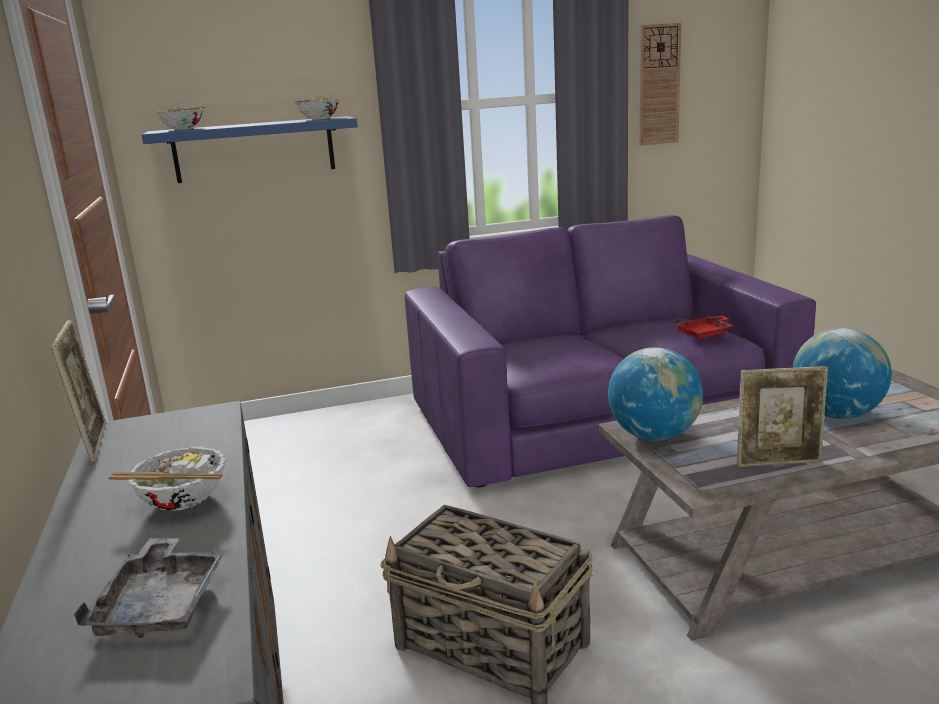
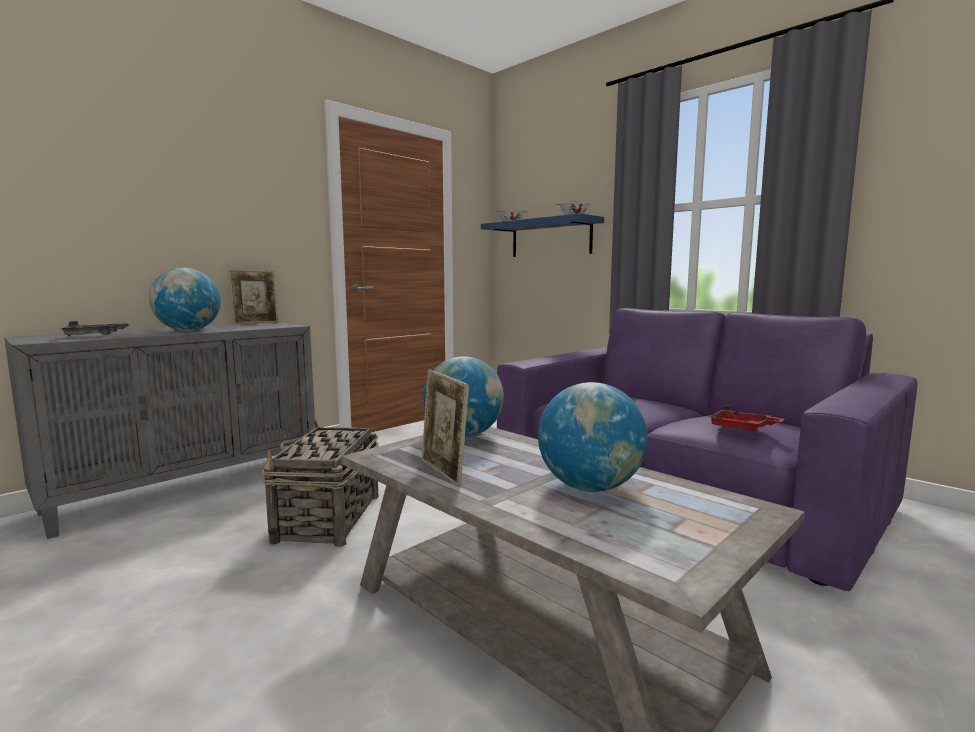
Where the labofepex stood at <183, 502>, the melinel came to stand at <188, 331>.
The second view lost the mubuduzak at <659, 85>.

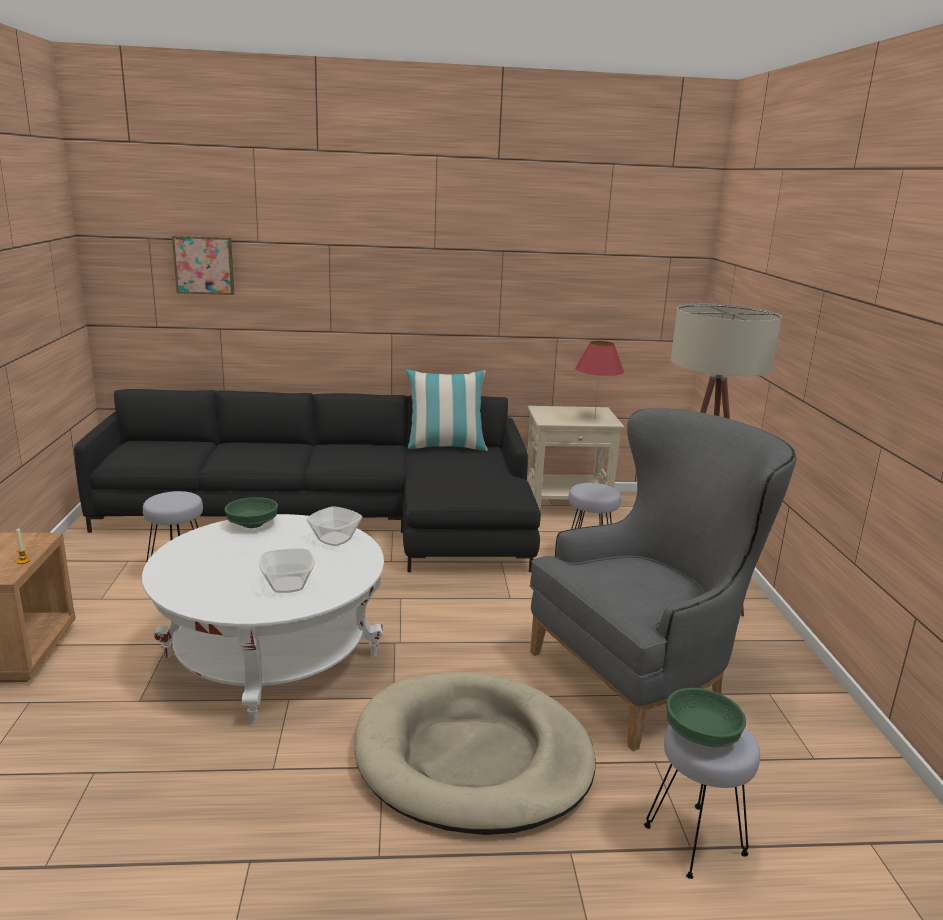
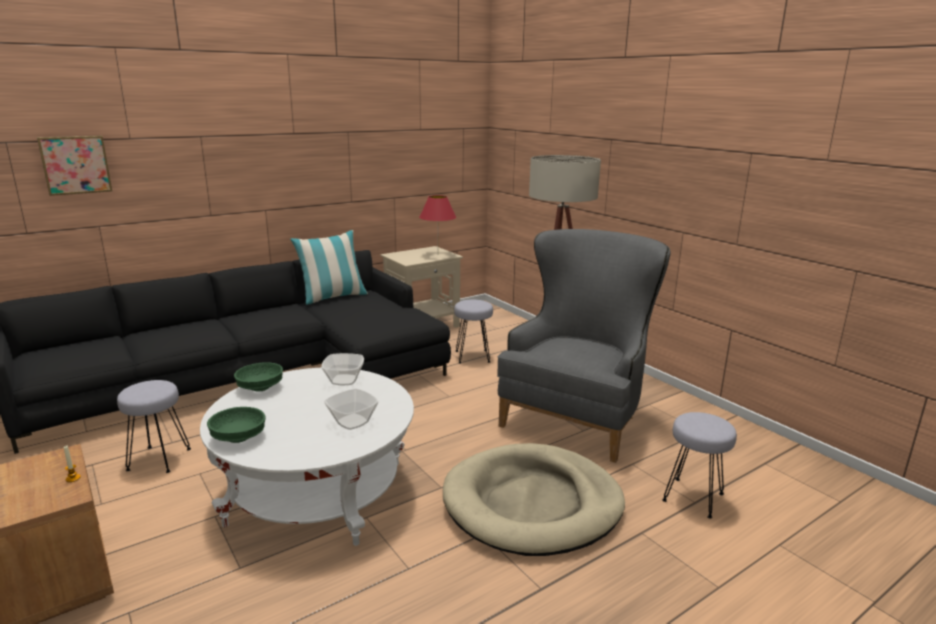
The green_labofepex ended up elsewhere, having gone from <701, 736> to <238, 438>.

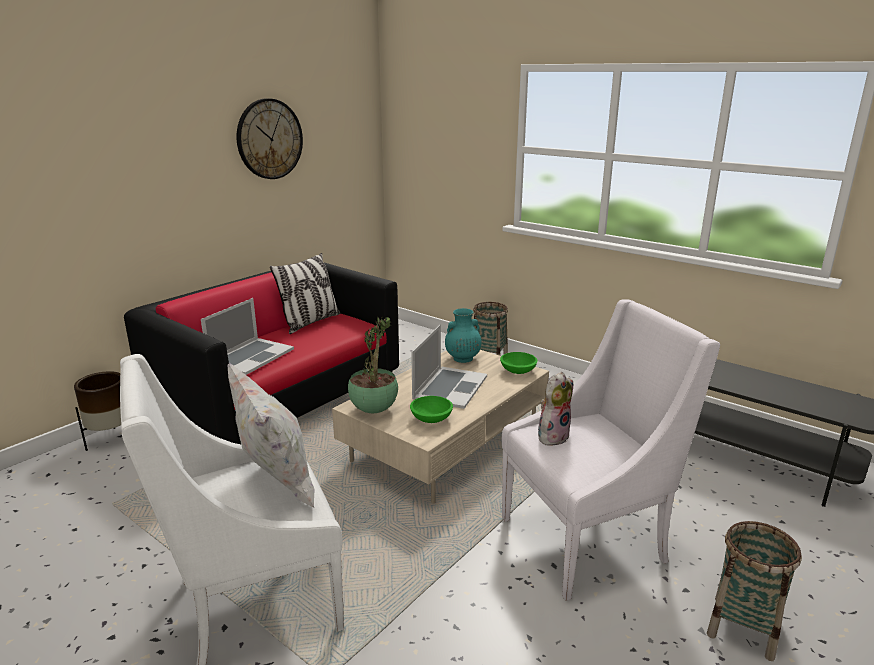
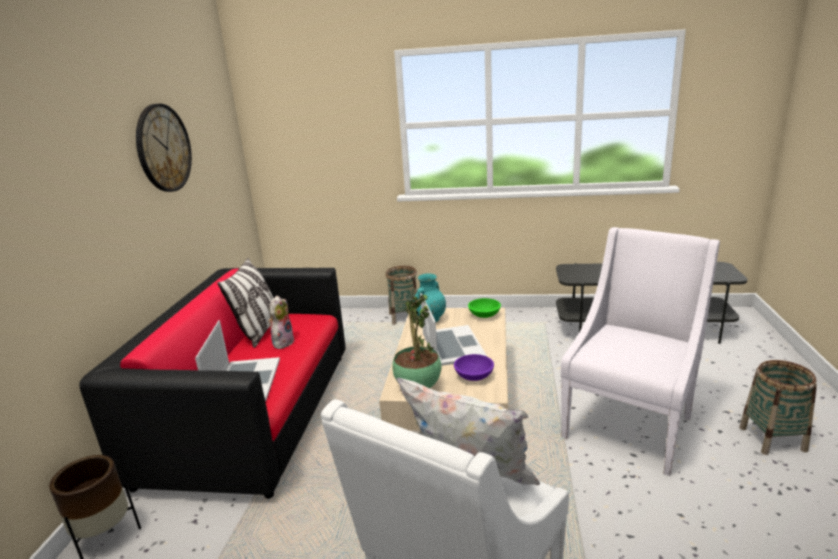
What was the green_labofepex at <431, 418> turned into the purple_labofepex at <474, 376>.
The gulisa ended up elsewhere, having gone from <552, 436> to <282, 342>.

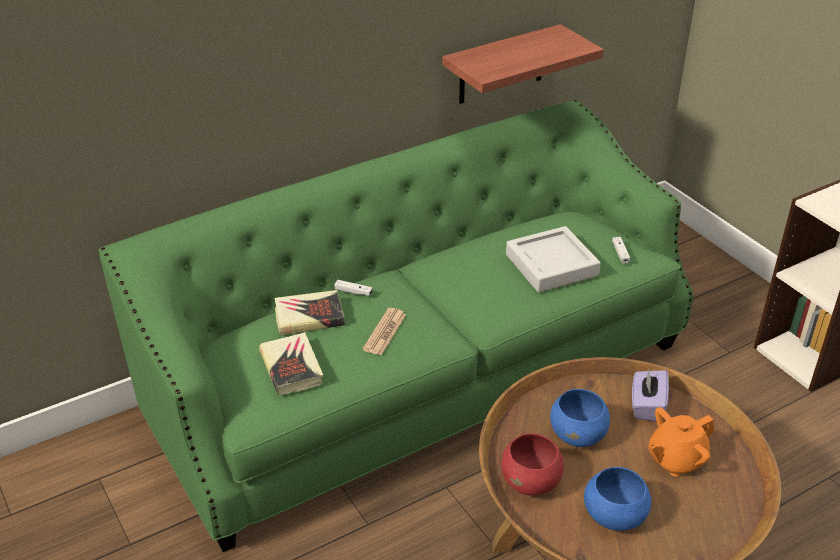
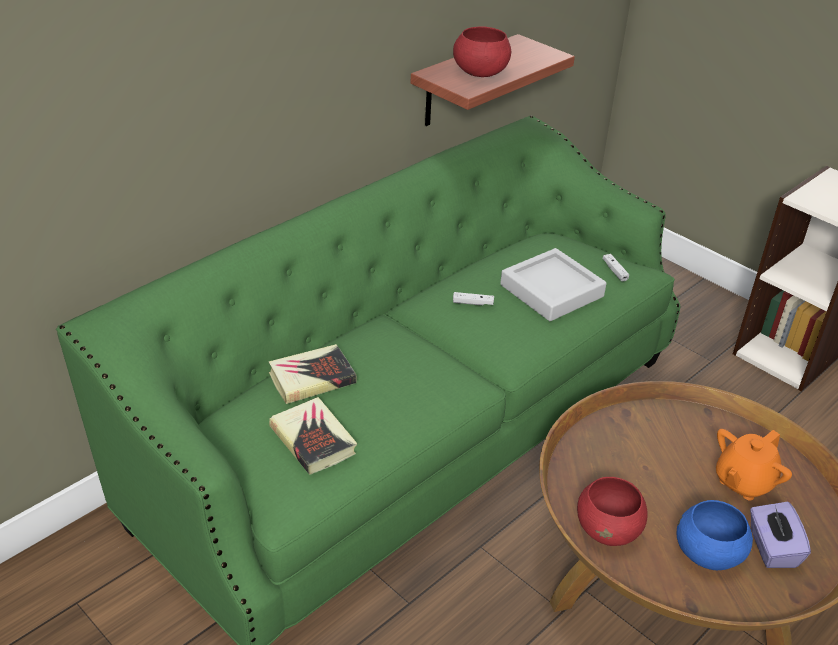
The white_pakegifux ended up elsewhere, having gone from <353, 292> to <473, 303>.
The second view lost the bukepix at <384, 332>.
The second view lost the blue_labofepex at <578, 435>.
The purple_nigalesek ended up elsewhere, having gone from <647, 406> to <771, 548>.
The second view gained the red_labofepex at <480, 73>.

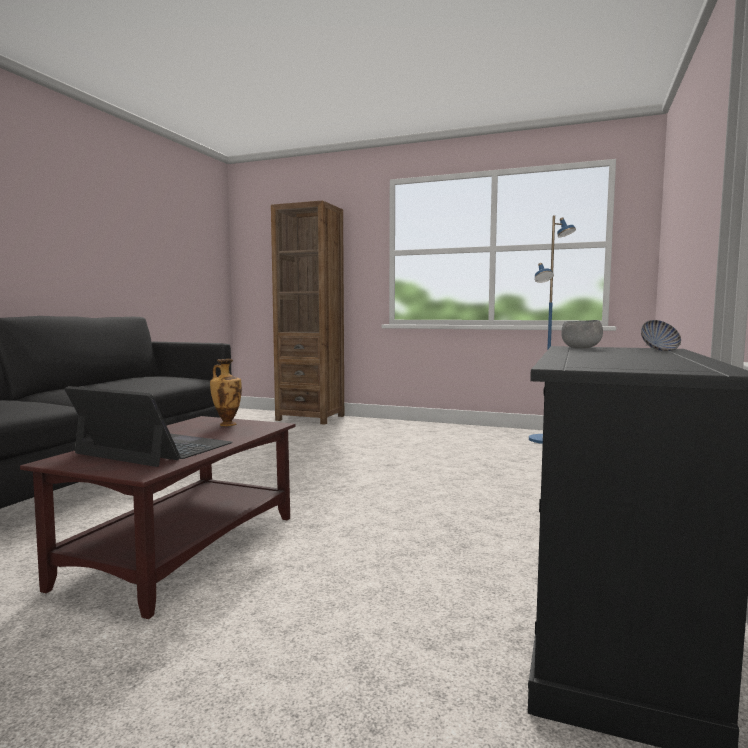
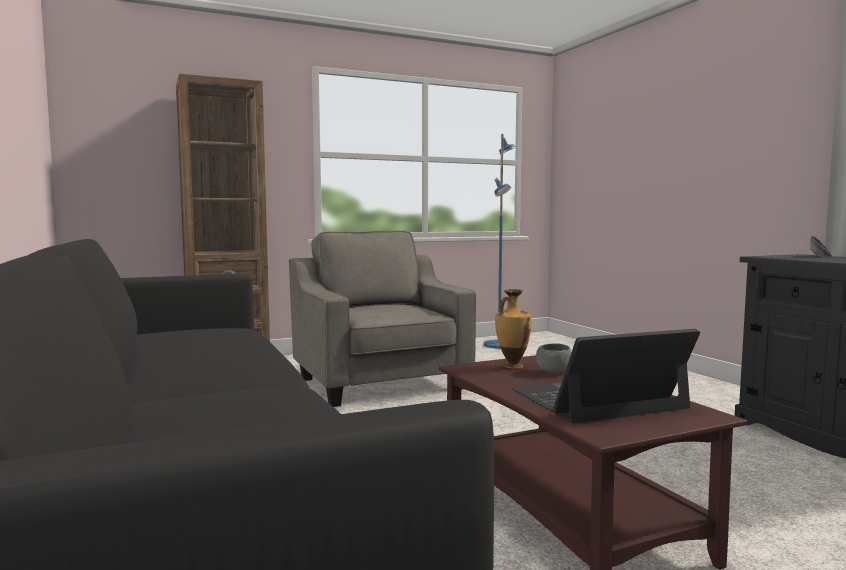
The grey_labofepex ended up elsewhere, having gone from <580, 348> to <553, 372>.
The second view gained the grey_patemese at <381, 383>.

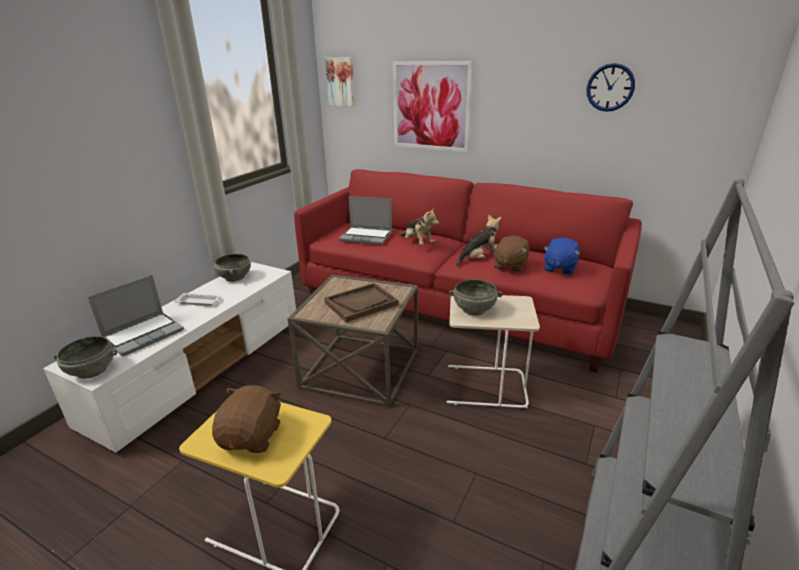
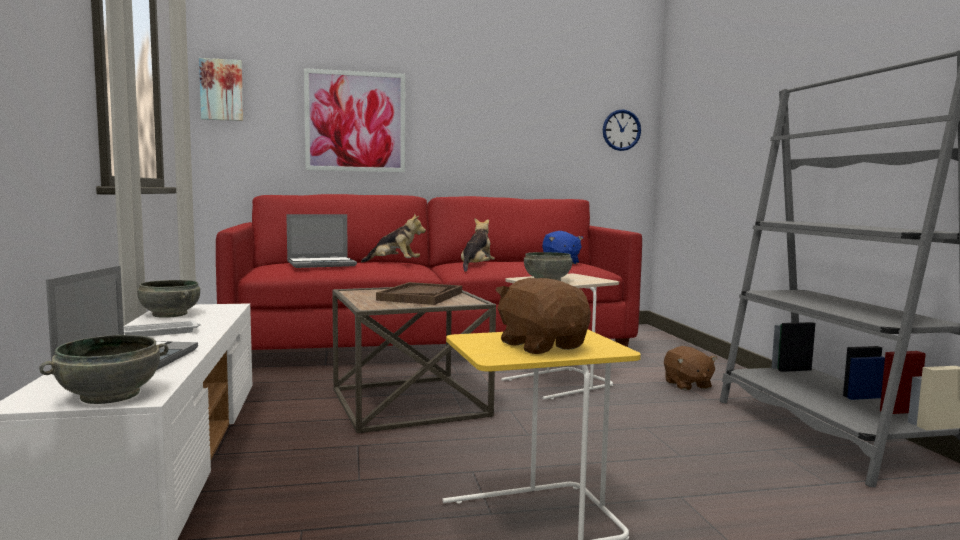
The brown_gulisa ended up elsewhere, having gone from <510, 266> to <687, 385>.
The mubuduzak ended up elsewhere, having gone from <610, 87> to <621, 130>.

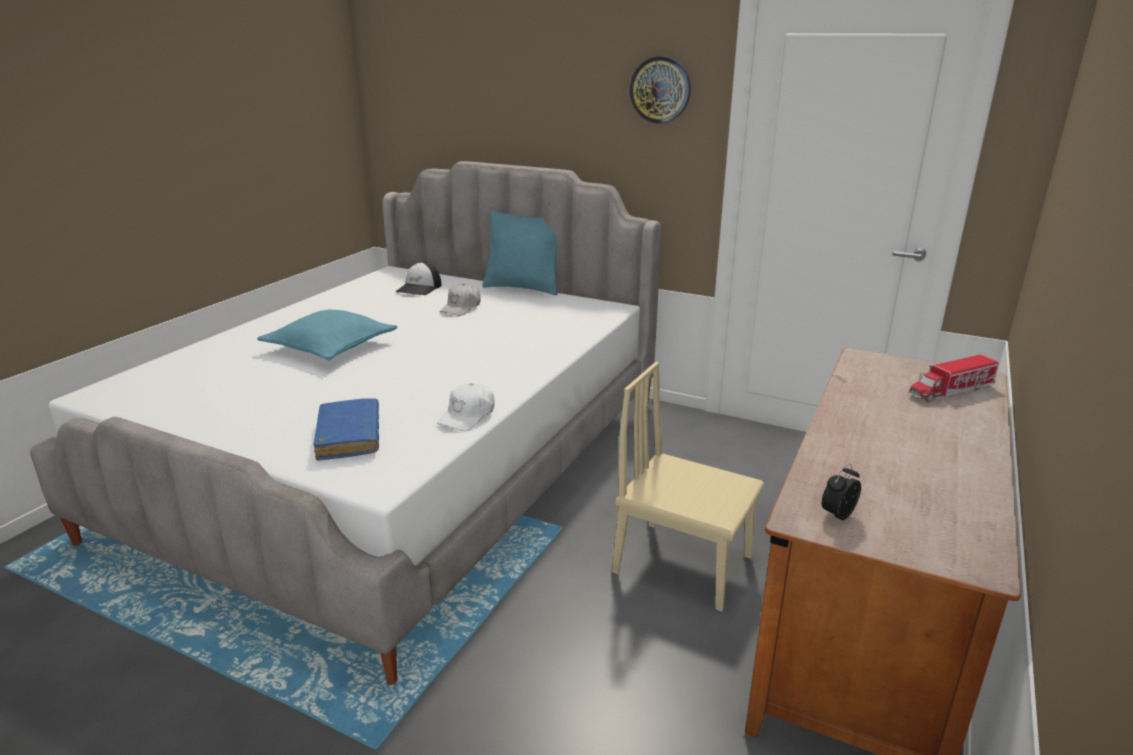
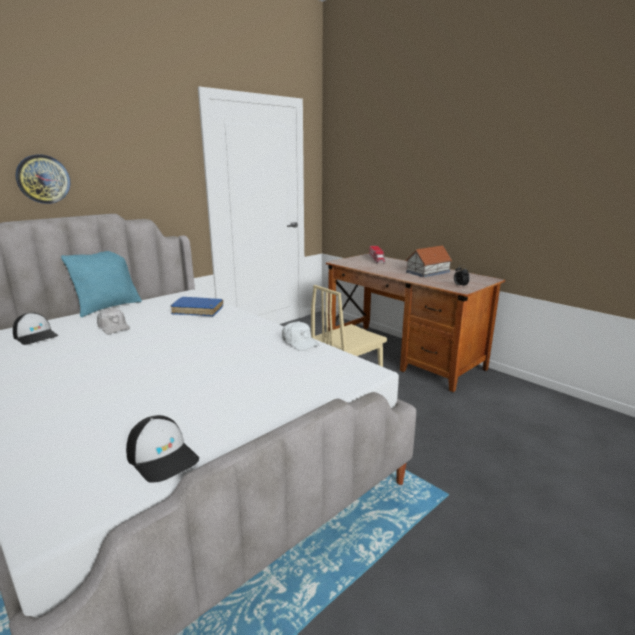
The second view lost the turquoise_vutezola at <330, 347>.
The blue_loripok ended up elsewhere, having gone from <349, 437> to <198, 311>.
The mubuduzak ended up elsewhere, having gone from <660, 90> to <43, 179>.
The second view gained the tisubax at <163, 457>.
The second view gained the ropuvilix at <428, 272>.

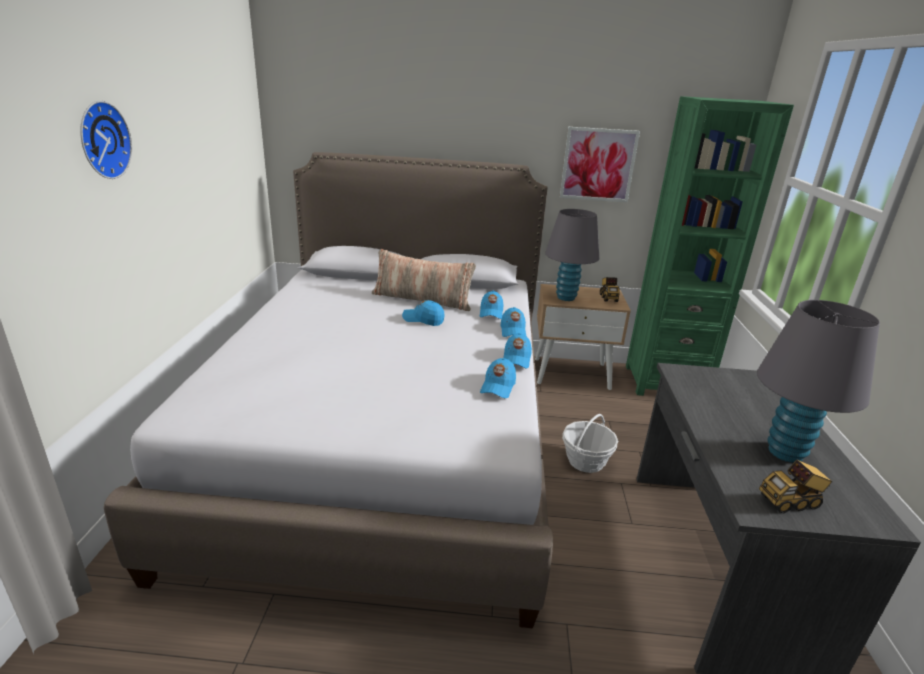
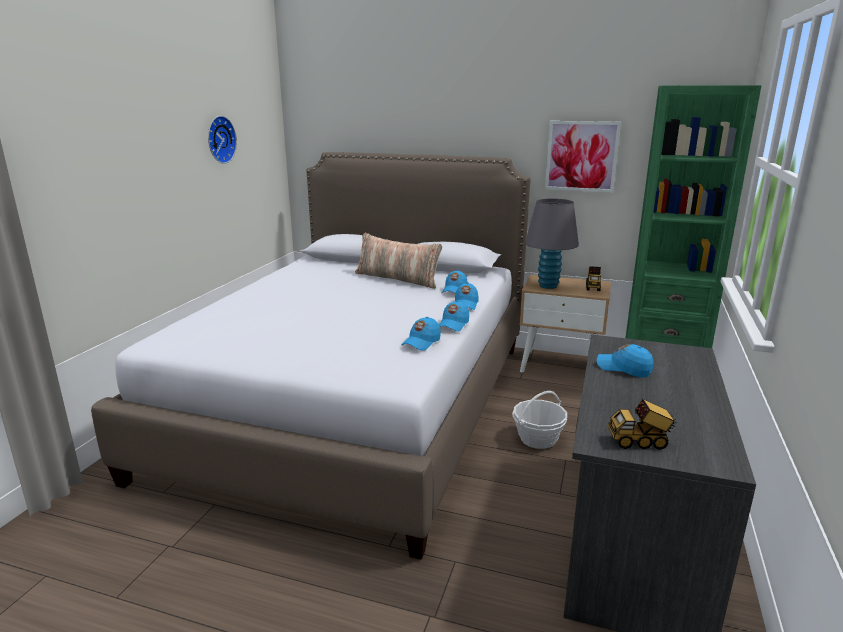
The mubuduzak ended up elsewhere, having gone from <101, 140> to <219, 139>.
The blue_tisubax ended up elsewhere, having gone from <423, 320> to <624, 368>.
The second view lost the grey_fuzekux at <785, 453>.

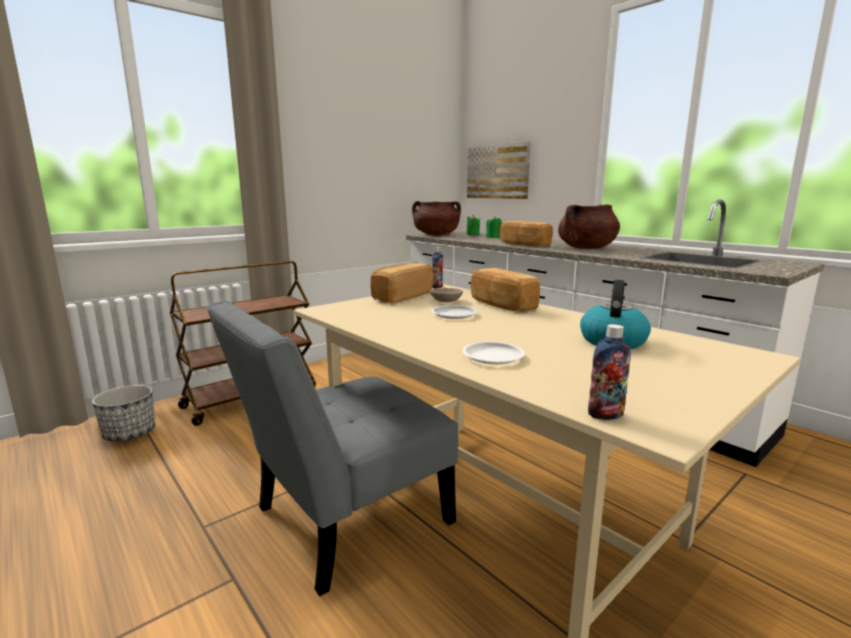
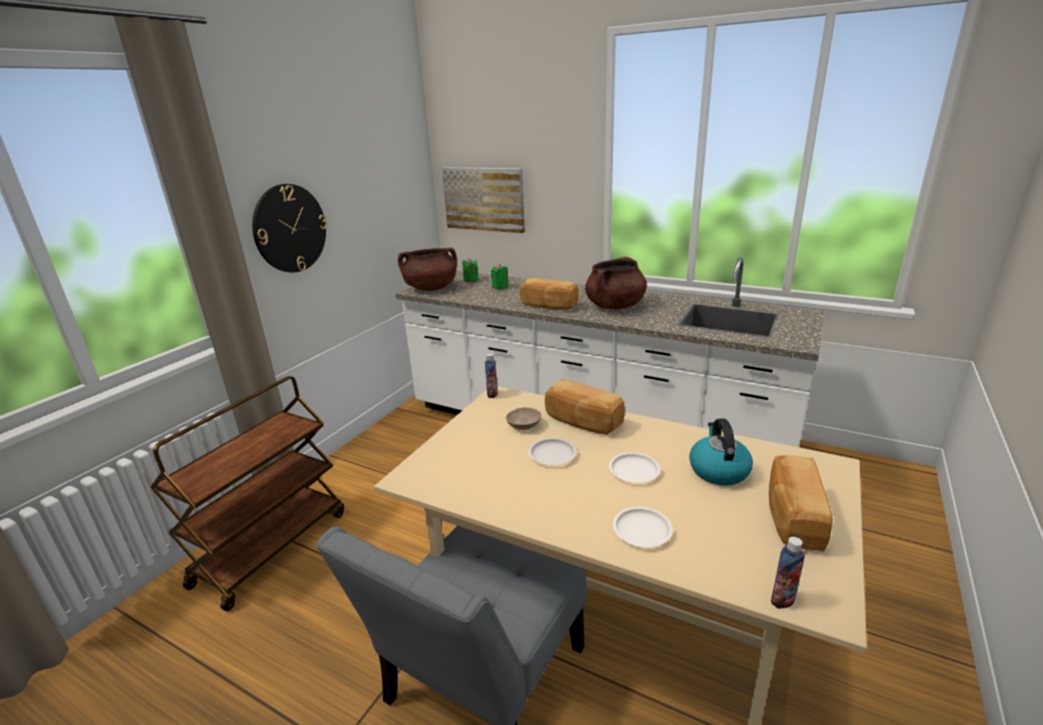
The second view lost the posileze at <130, 434>.
The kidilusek ended up elsewhere, having gone from <401, 296> to <792, 517>.
The second view gained the mubuduzak at <290, 228>.
The second view gained the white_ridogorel at <633, 471>.

